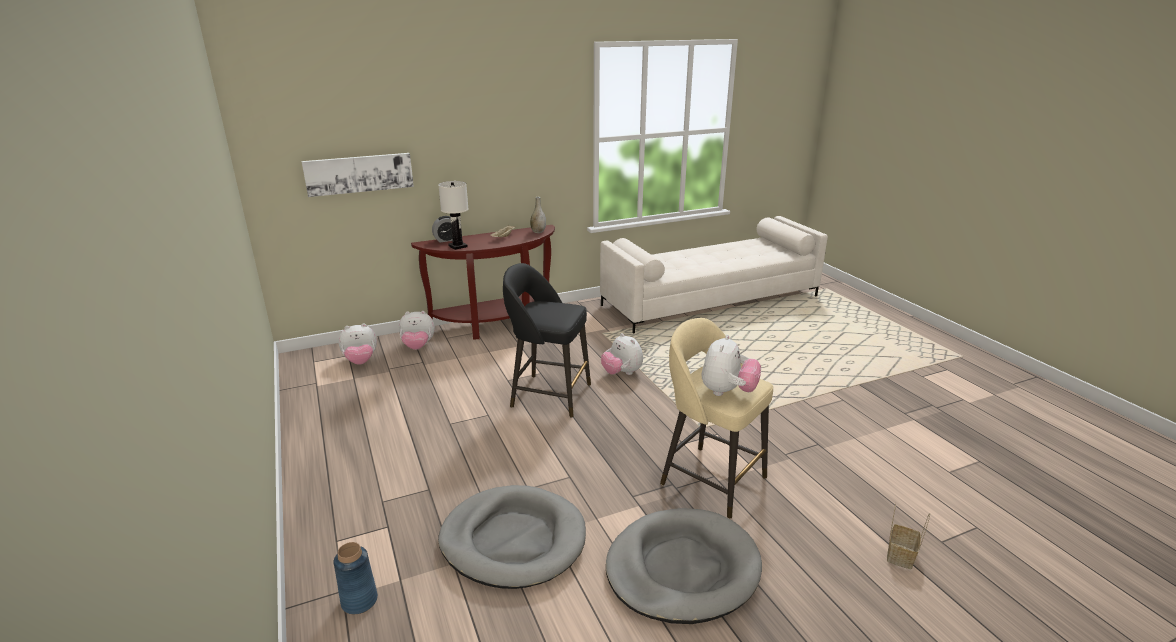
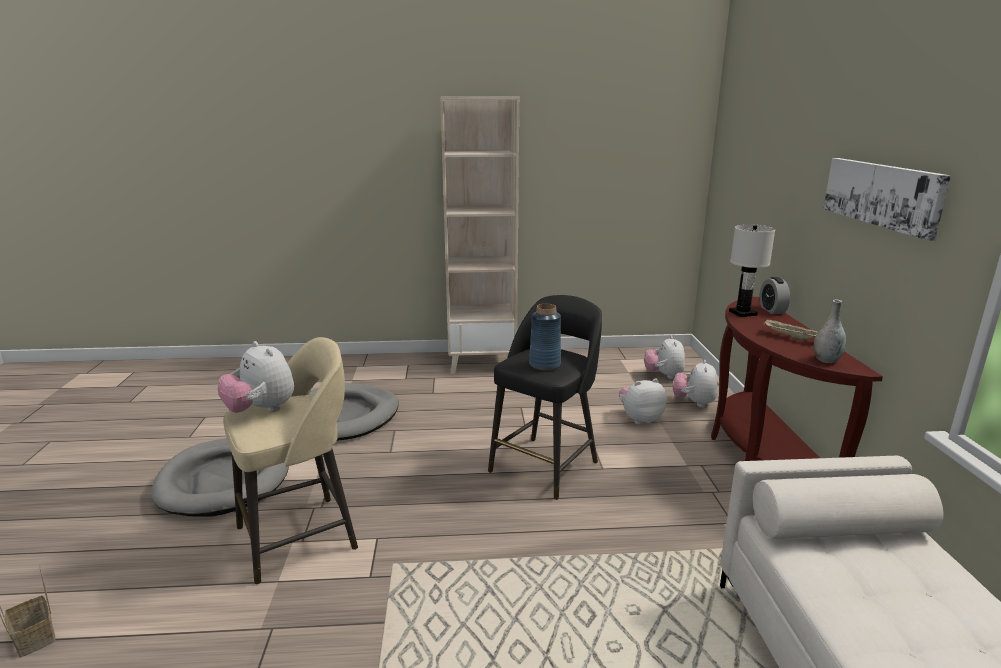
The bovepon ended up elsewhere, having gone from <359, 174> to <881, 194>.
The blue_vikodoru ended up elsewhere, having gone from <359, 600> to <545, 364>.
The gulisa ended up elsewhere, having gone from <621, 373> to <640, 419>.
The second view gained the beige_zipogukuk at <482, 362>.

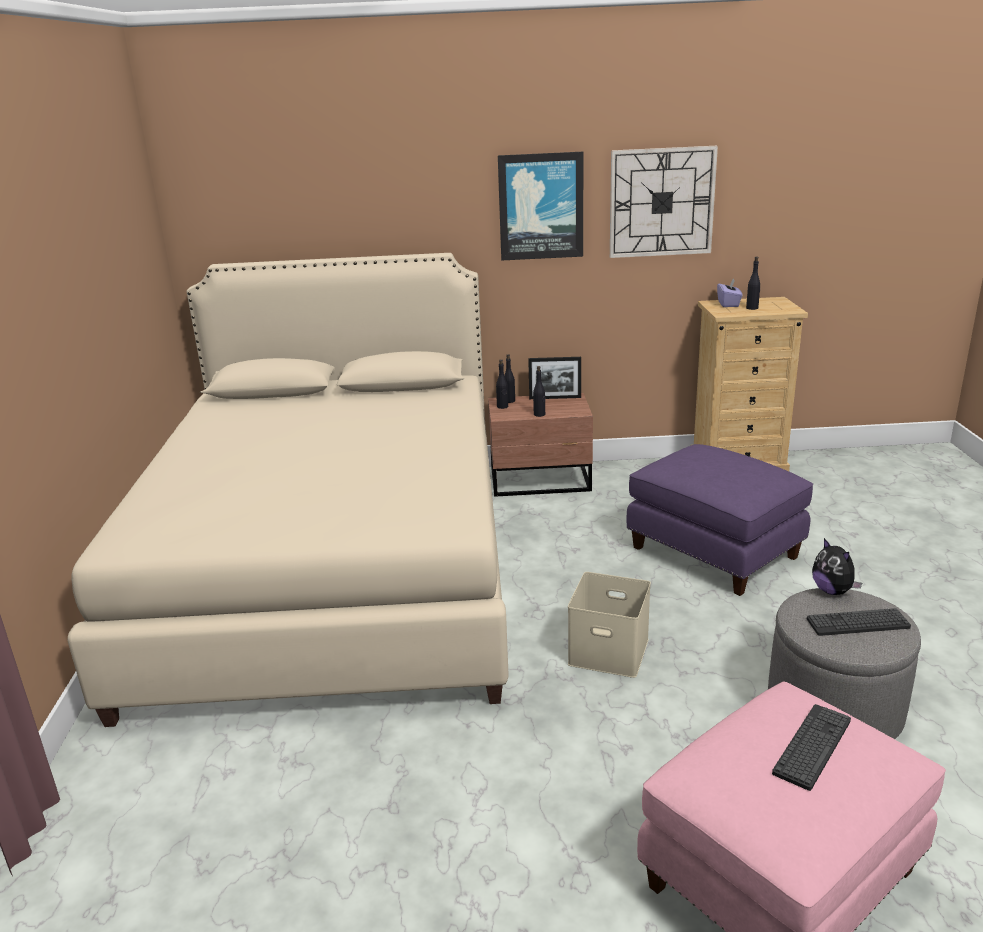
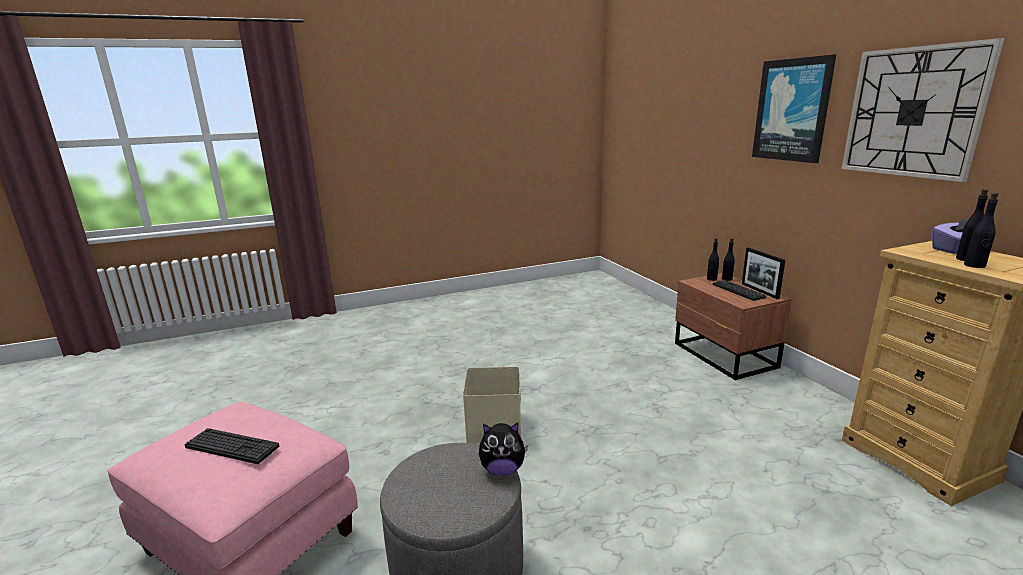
The second view lost the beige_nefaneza at <335, 570>.
The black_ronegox ended up elsewhere, having gone from <539, 414> to <974, 265>.
The second view lost the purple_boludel at <715, 552>.
The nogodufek ended up elsewhere, having gone from <857, 623> to <738, 291>.
The gulisa at <832, 591> ended up facing another way, 135 degrees counterclockwise from before.

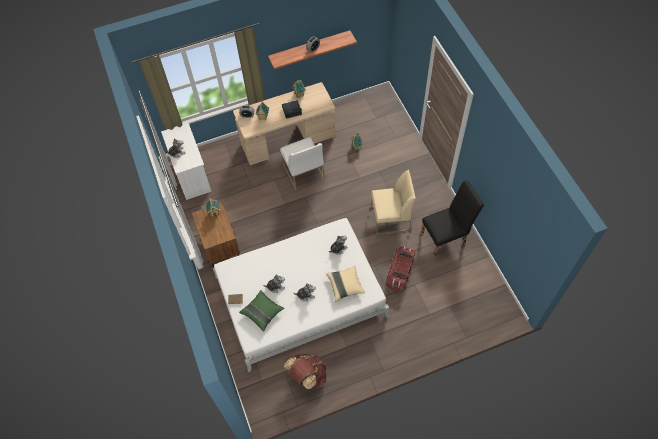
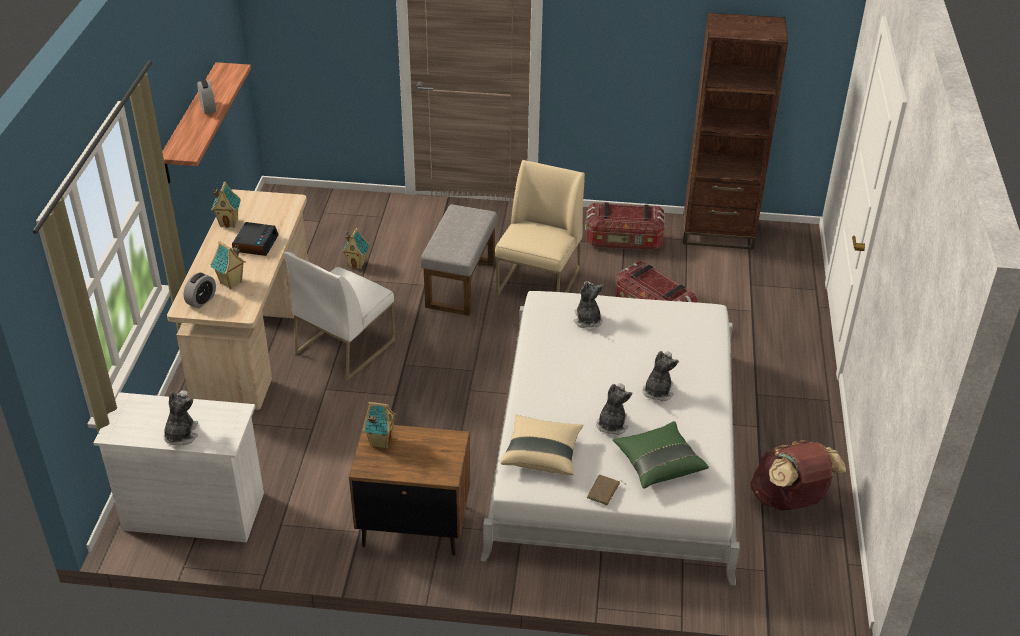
The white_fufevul at <303, 171> ended up facing another way, 120 degrees clockwise from before.
The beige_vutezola ended up elsewhere, having gone from <345, 286> to <542, 454>.
Where the black_fufevul stood at <446, 238>, the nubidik came to stand at <624, 241>.
The second view gained the grey_boludel at <461, 285>.
The second view gained the brown_zipogukuk at <718, 232>.

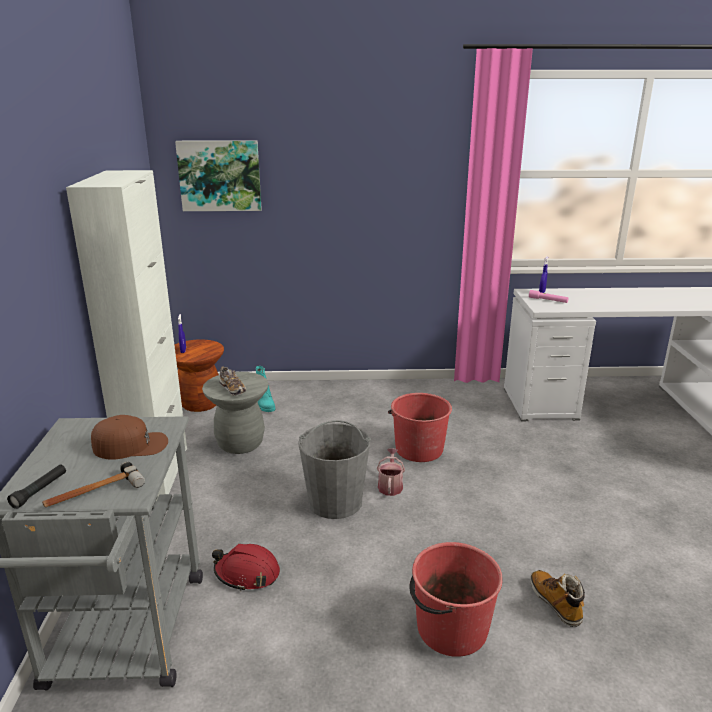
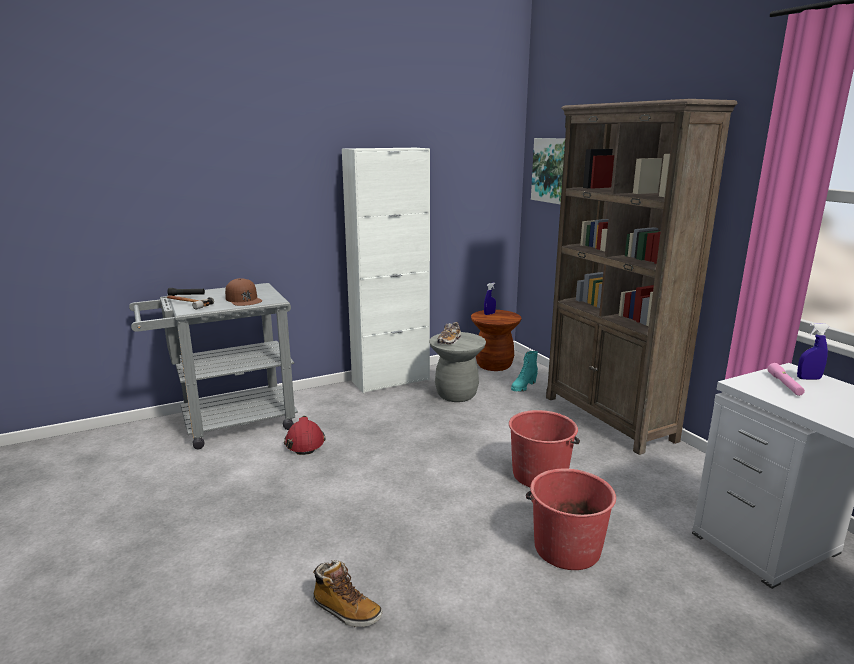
The second view lost the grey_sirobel at <335, 501>.
The second view lost the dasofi at <390, 485>.
The red_sirobel ended up elsewhere, having gone from <450, 628> to <566, 548>.
The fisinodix at <555, 603> ended up facing another way, 75 degrees clockwise from before.
The second view gained the brown_zipogukuk at <608, 418>.

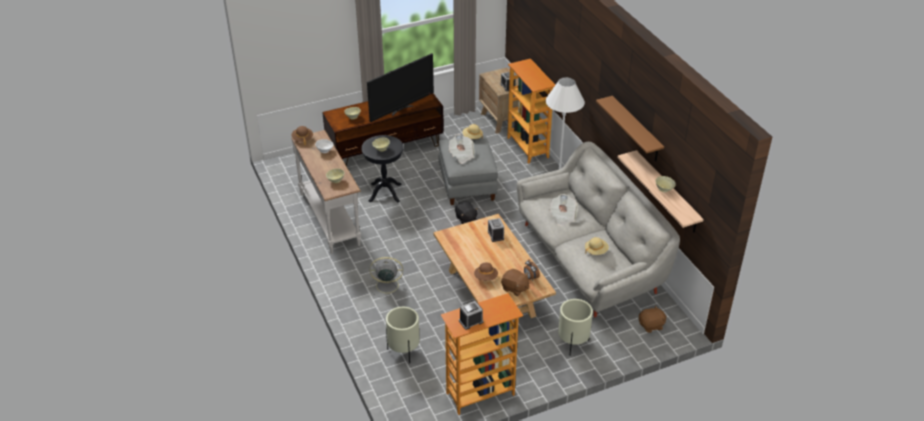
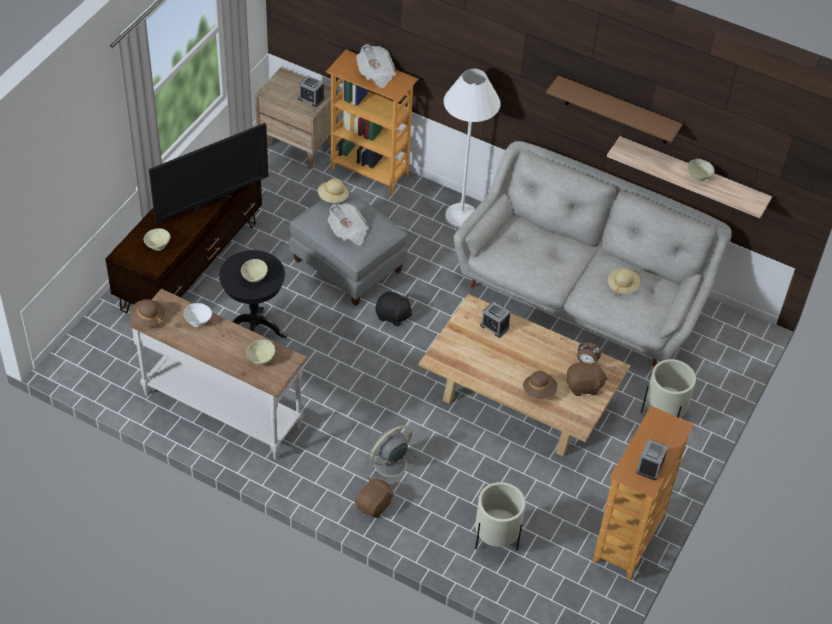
The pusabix at <401, 109> ended up facing another way, 45 degrees clockwise from before.
The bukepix ended up elsewhere, having gone from <563, 216> to <376, 74>.
The brown_gulisa ended up elsewhere, having gone from <651, 326> to <374, 505>.

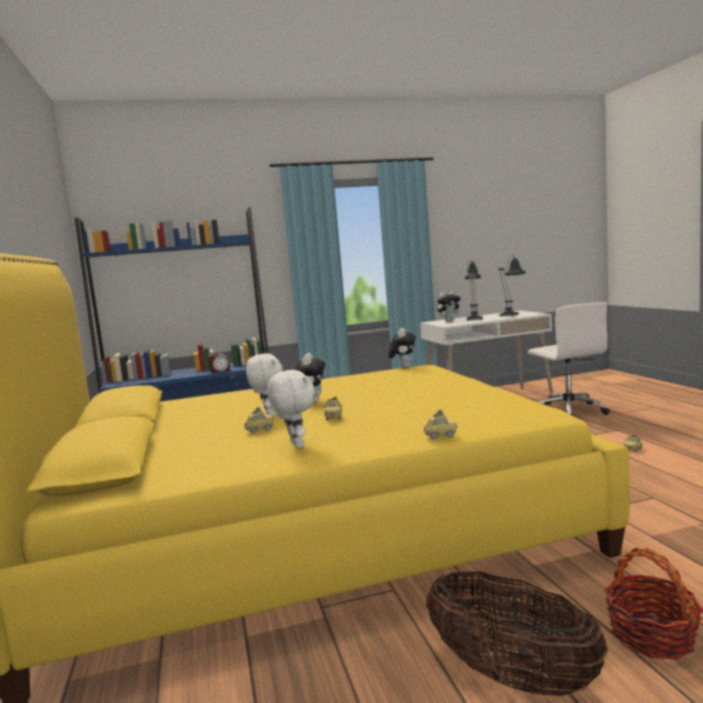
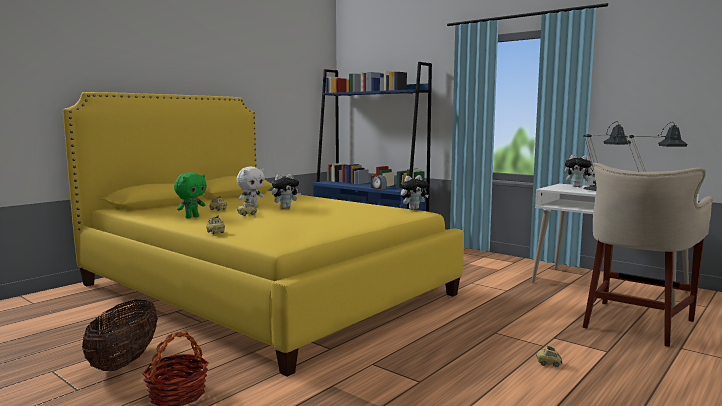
What was the white_gulisa at <295, 445> turned into the green_gulisa at <192, 217>.
Where the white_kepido stood at <568, 411>, the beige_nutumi came to stand at <636, 323>.

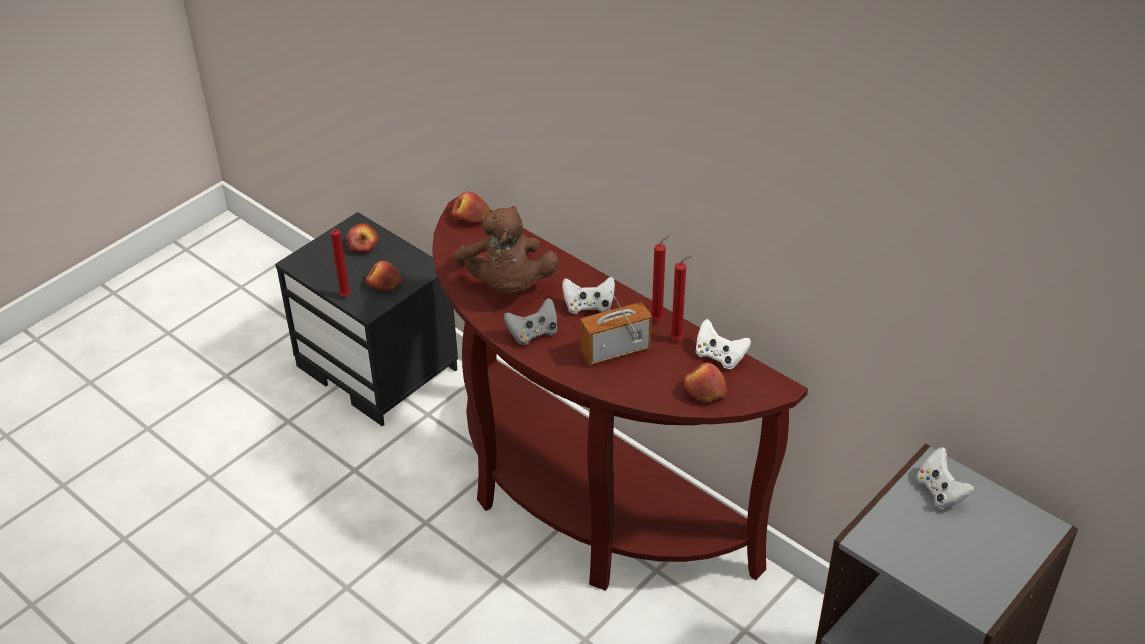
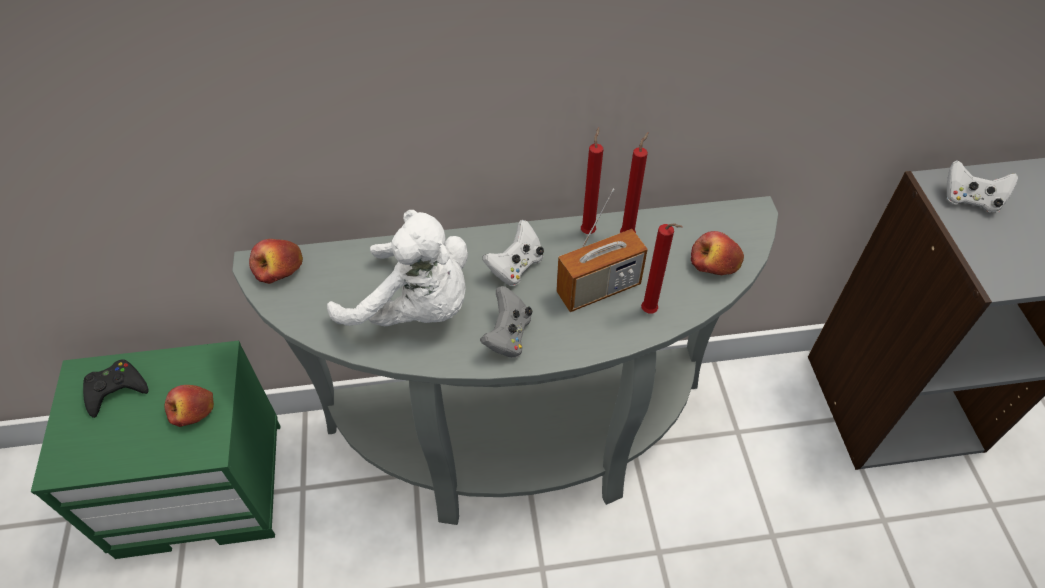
What was the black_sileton at <379, 367> turned into the green_sileton at <204, 486>.
The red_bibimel ended up elsewhere, having gone from <345, 297> to <651, 312>.
Where the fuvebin stood at <363, 245>, the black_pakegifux came to stand at <116, 390>.
What was the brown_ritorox at <582, 505> turned into the grey_ritorox at <520, 446>.
What was the brown_gulisa at <507, 286> turned into the white_gulisa at <415, 309>.
The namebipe at <615, 351> ended up facing another way, 135 degrees counterclockwise from before.
The second view lost the white_pakegifux at <719, 356>.

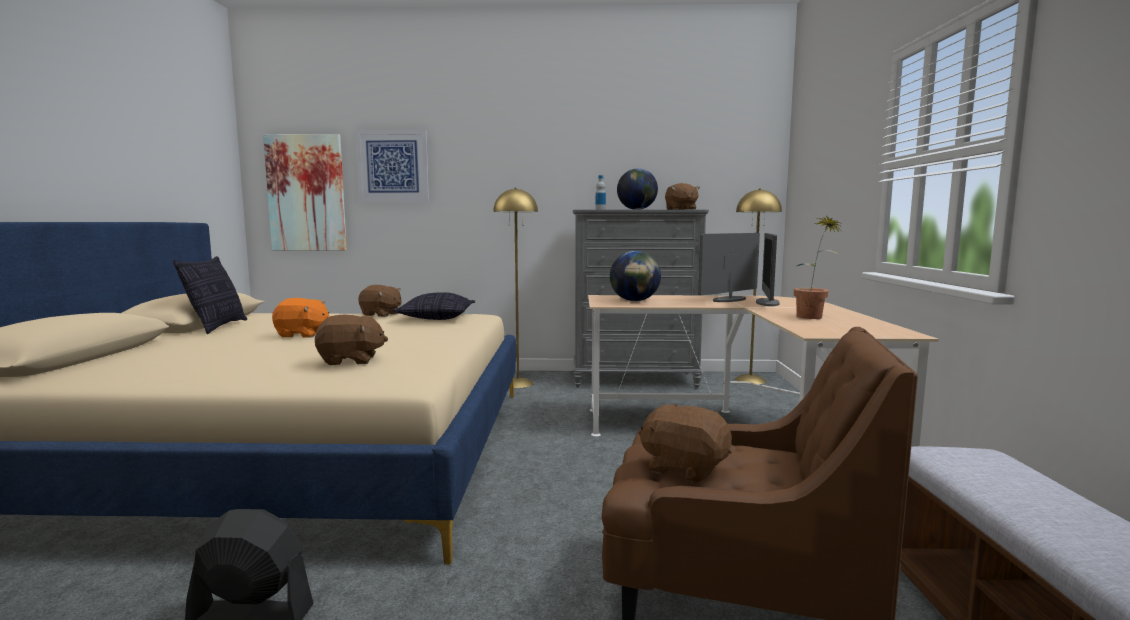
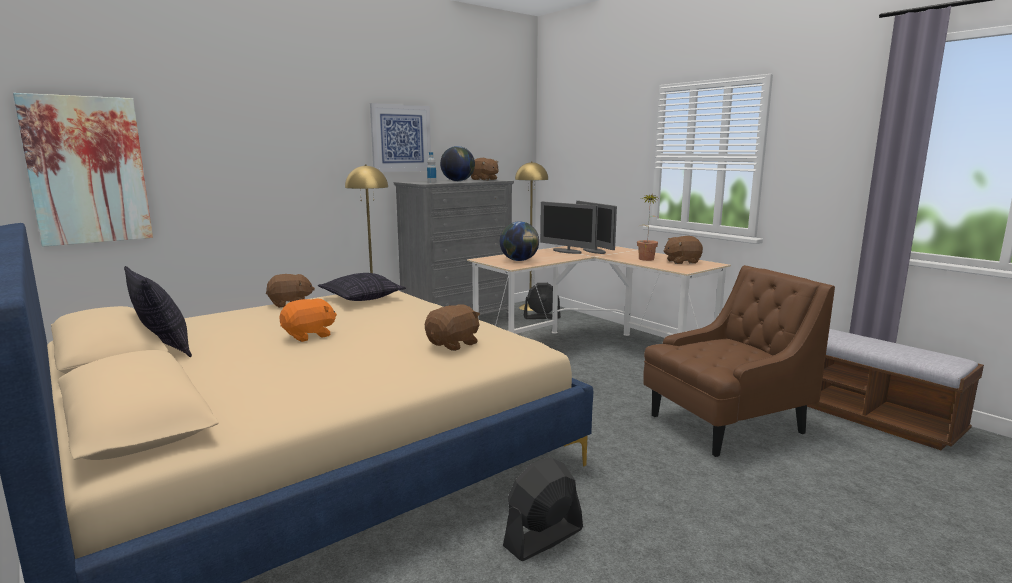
The bovepon ended up elsewhere, having gone from <393, 166> to <401, 138>.
The brown_gulisa ended up elsewhere, having gone from <684, 468> to <682, 262>.
The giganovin at <729, 300> ended up facing another way, 60 degrees counterclockwise from before.
The second view gained the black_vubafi at <542, 317>.

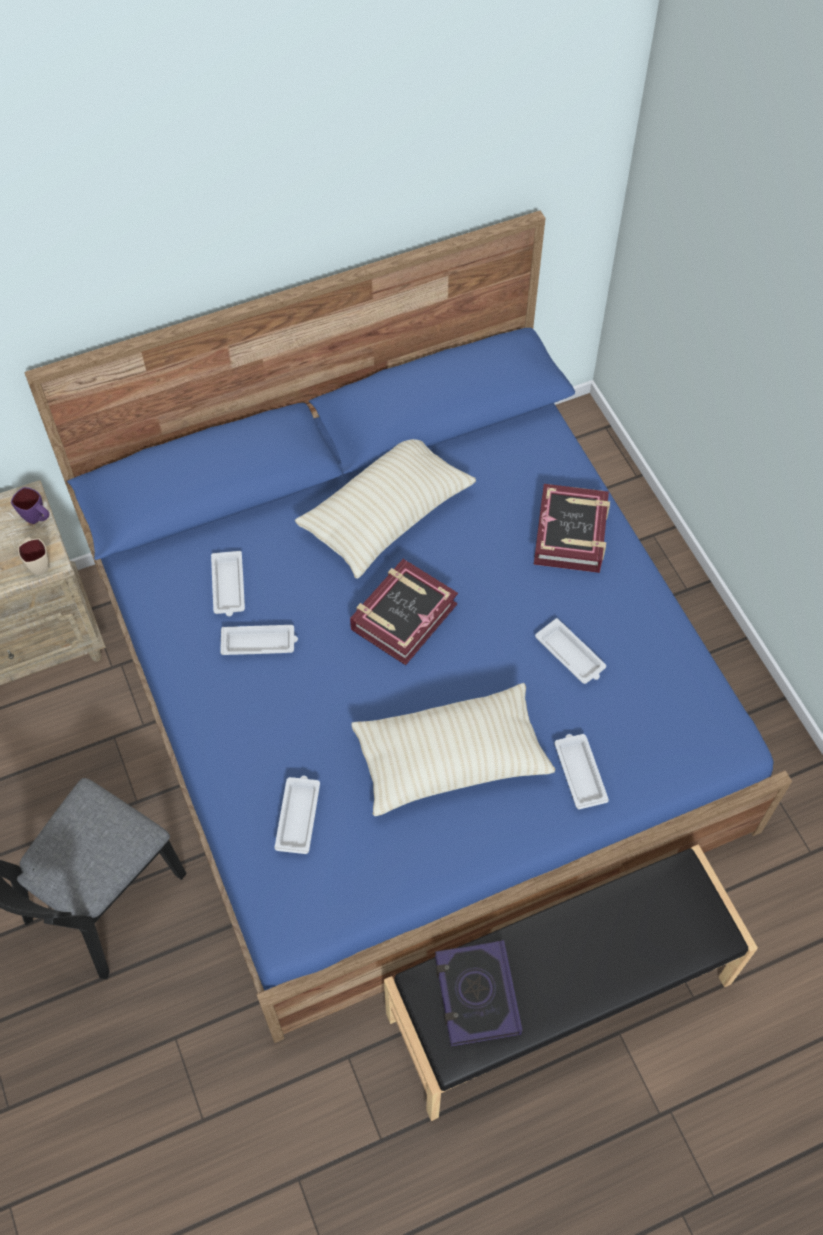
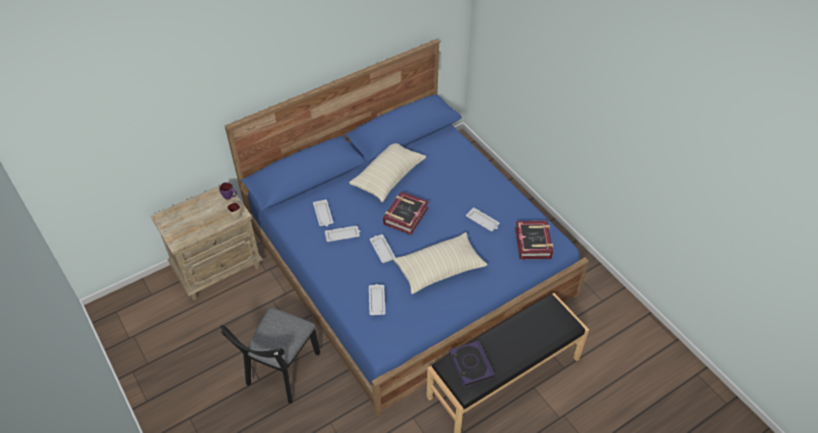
The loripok ended up elsewhere, having gone from <571, 534> to <533, 243>.
The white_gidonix ended up elsewhere, having gone from <579, 772> to <382, 249>.

